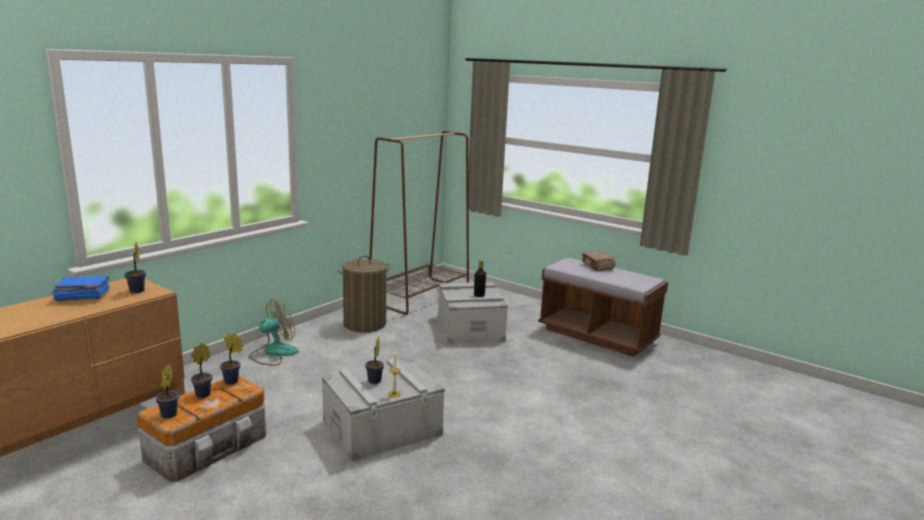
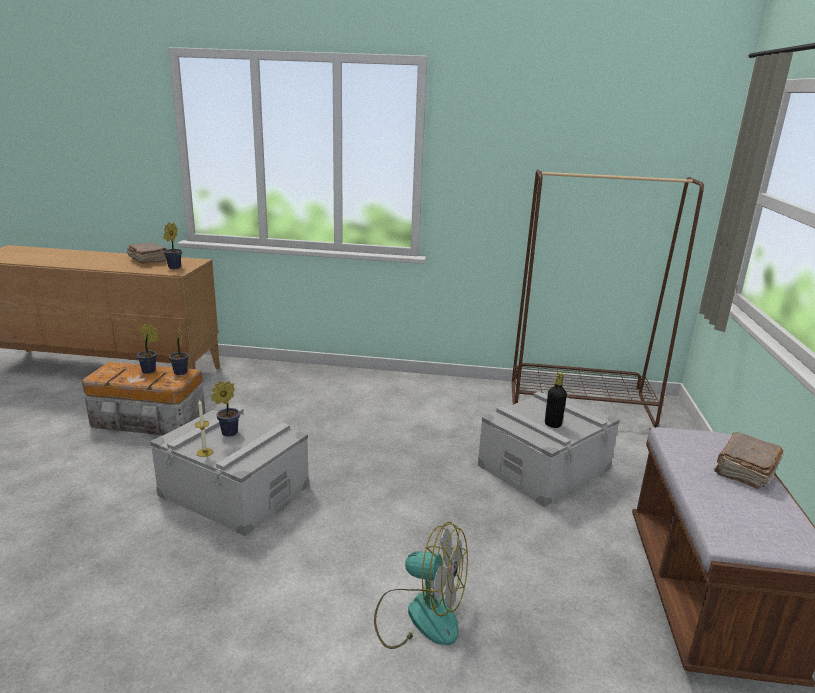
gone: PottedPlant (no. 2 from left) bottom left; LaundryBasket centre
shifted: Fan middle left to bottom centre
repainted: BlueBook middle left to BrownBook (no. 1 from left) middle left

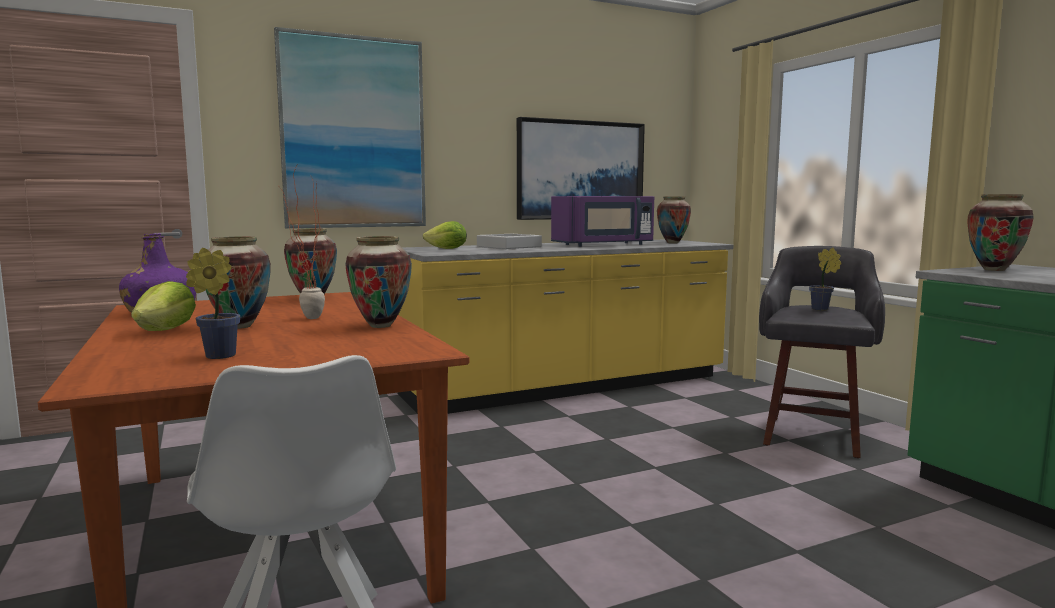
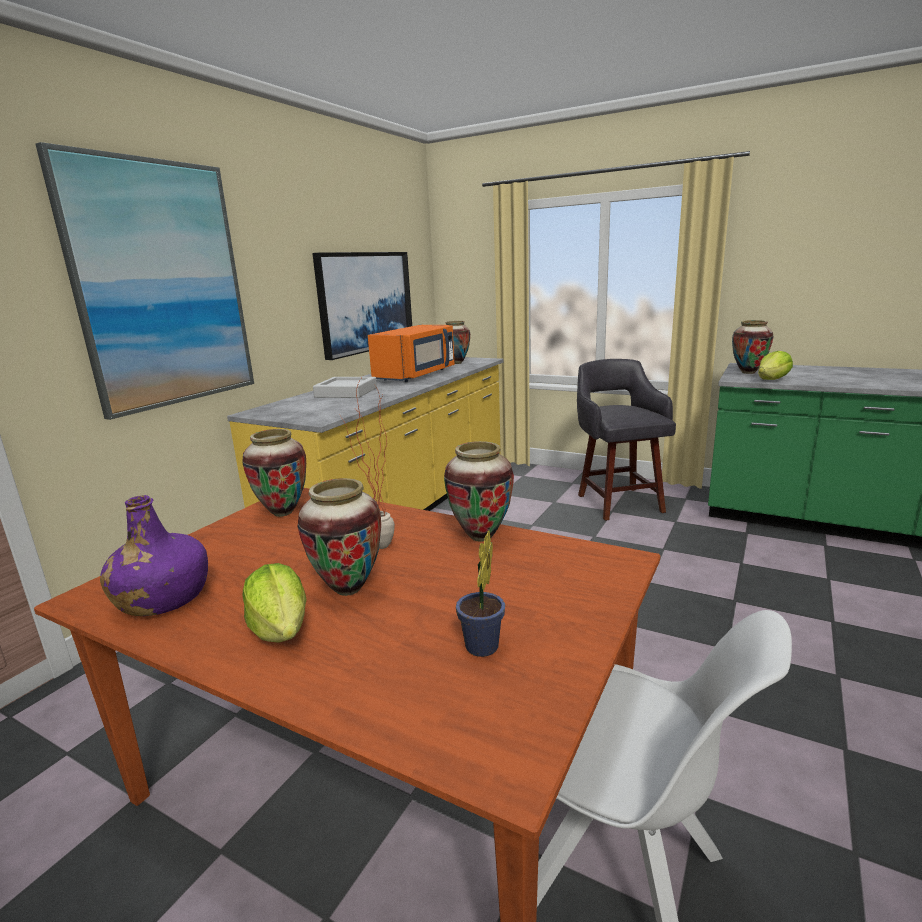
gone: PottedPlant (no. 3 from left) middle right
shifted: Lettuce (no. 2 from left) centre to middle right
repainted: PurpleMicrowave centre to OrangeMicrowave centre

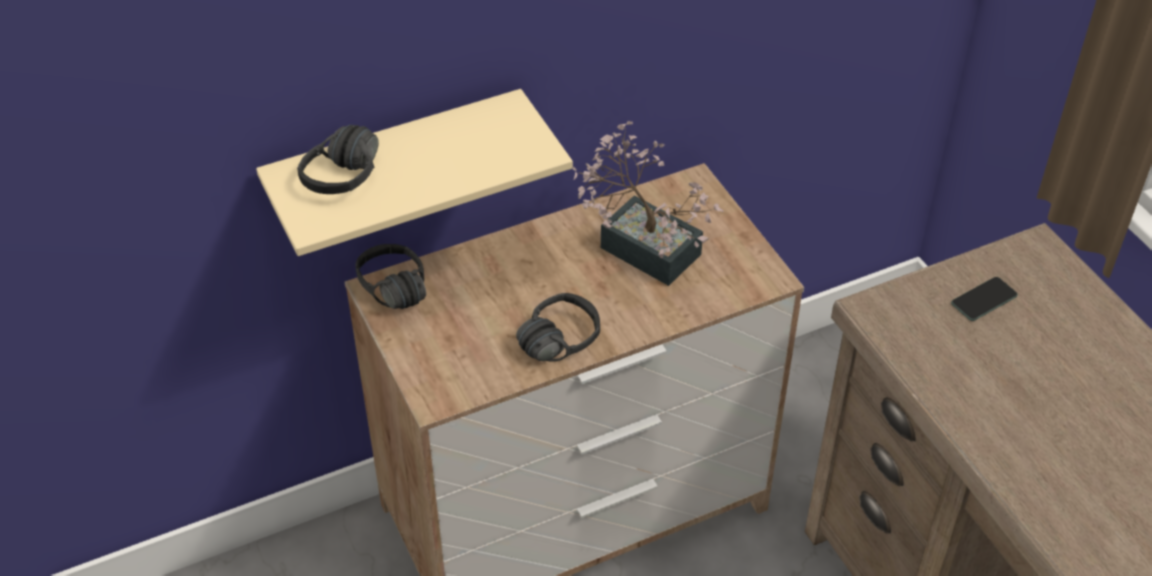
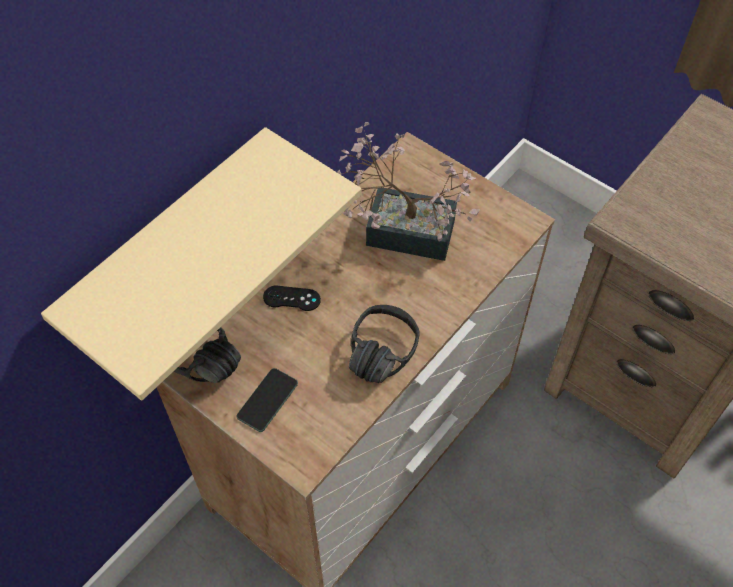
gone: BlackHeadphones (no. 1 from left) top left
new: BlackGameController centre
shifted: Phone middle right to bottom centre

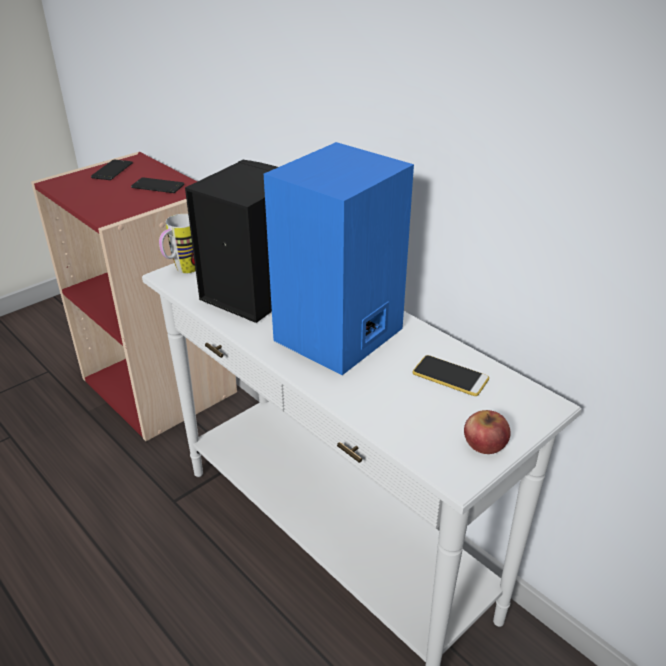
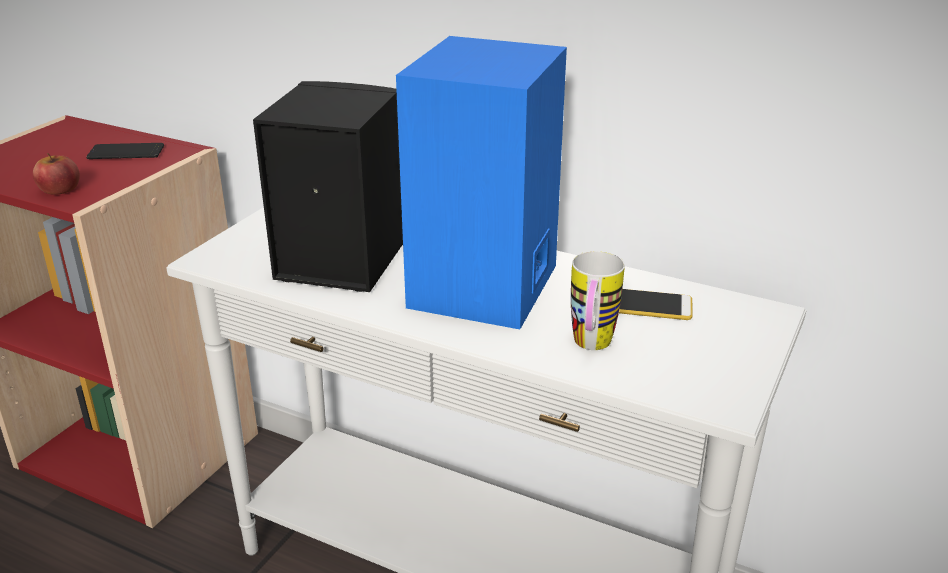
gone: Phone (no. 1 from left) top left
shifted: Apple middle right to top left; Mug middle left to centre

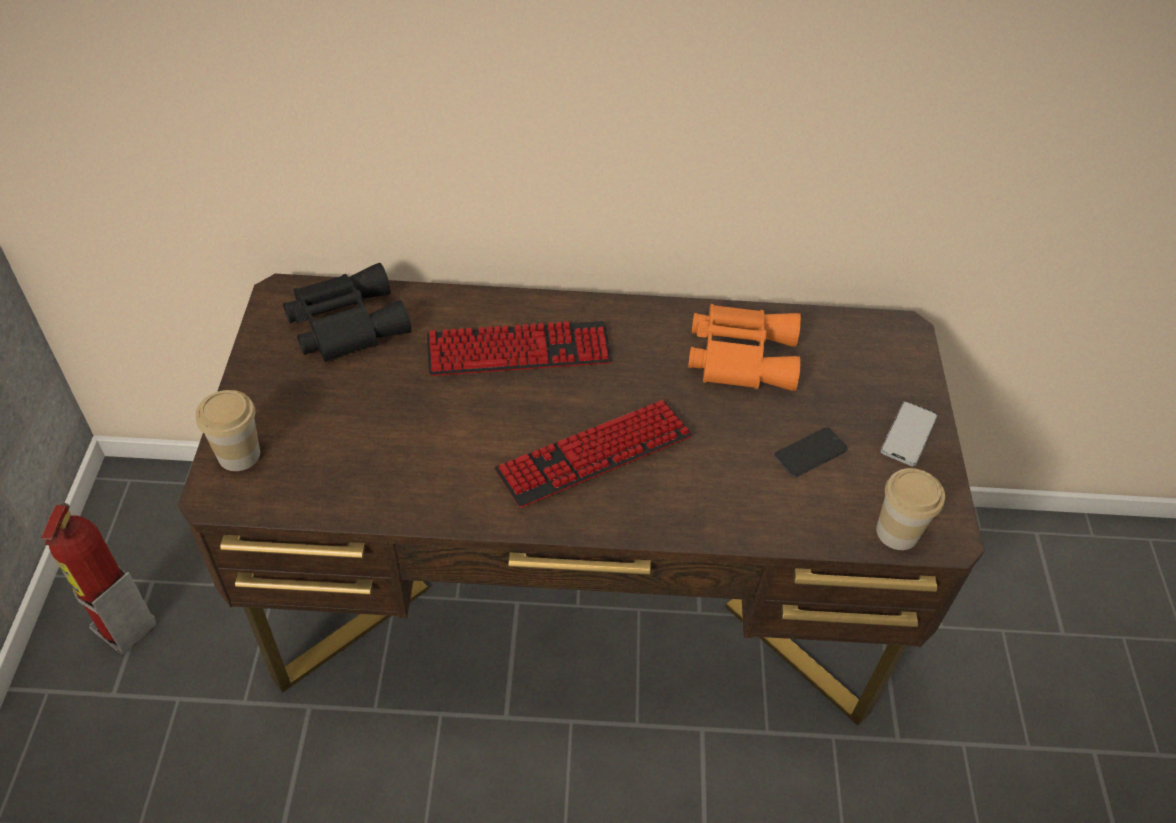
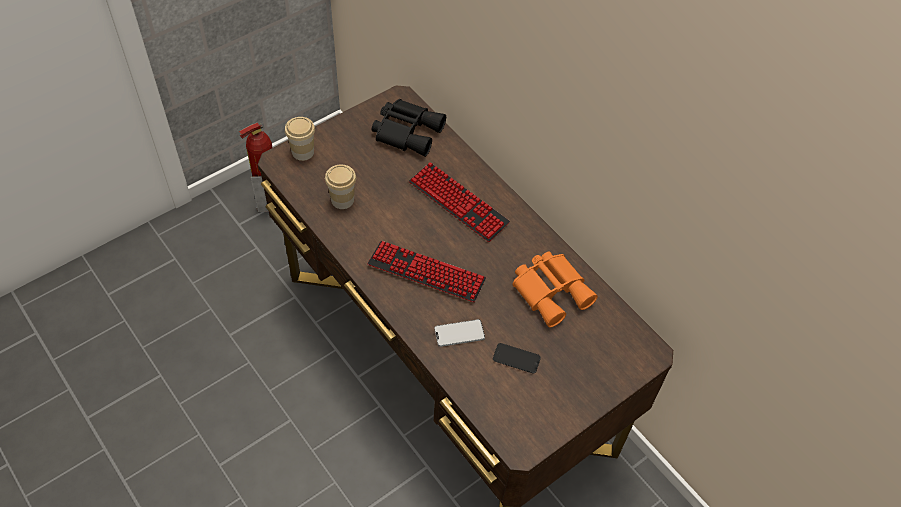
shifted: Cup (no. 2 from left) middle right to centre; Phone (no. 2 from left in the first image) middle right to Phone (no. 1 from left) centre

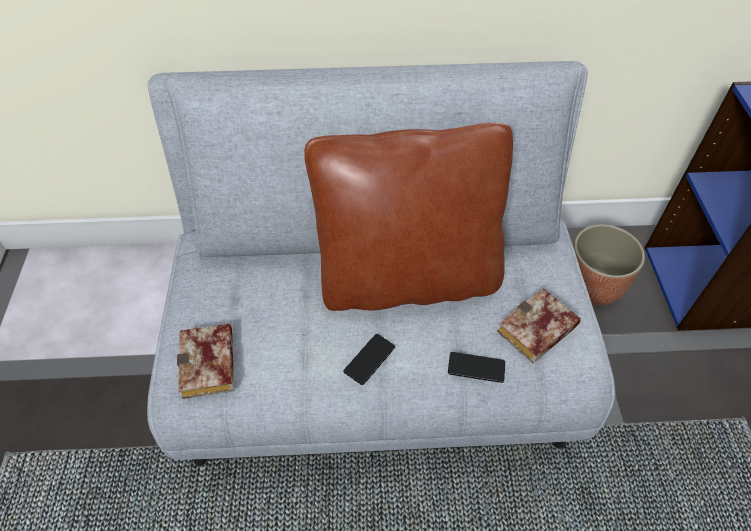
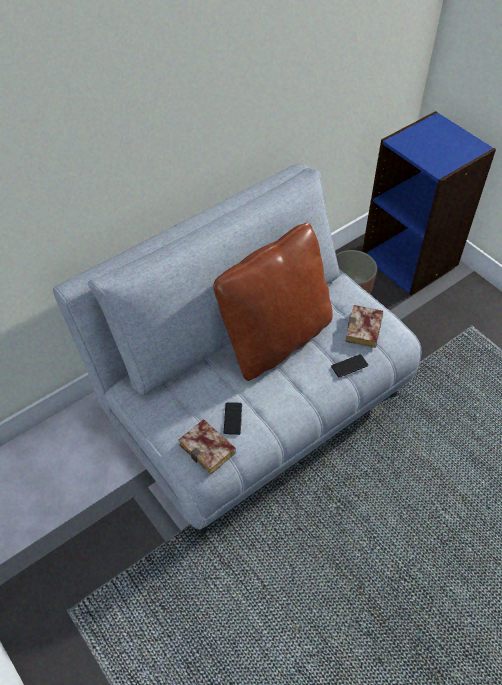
shifted: Phone (no. 1 from left) bottom centre to centre

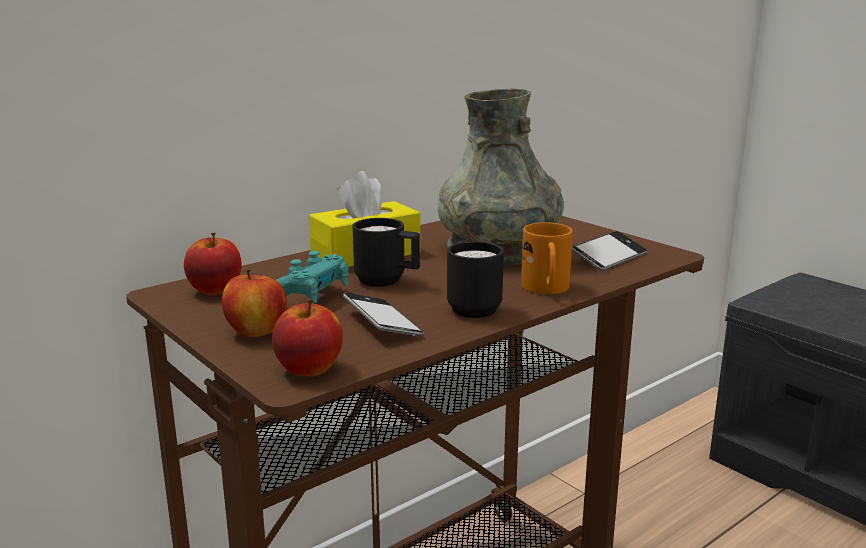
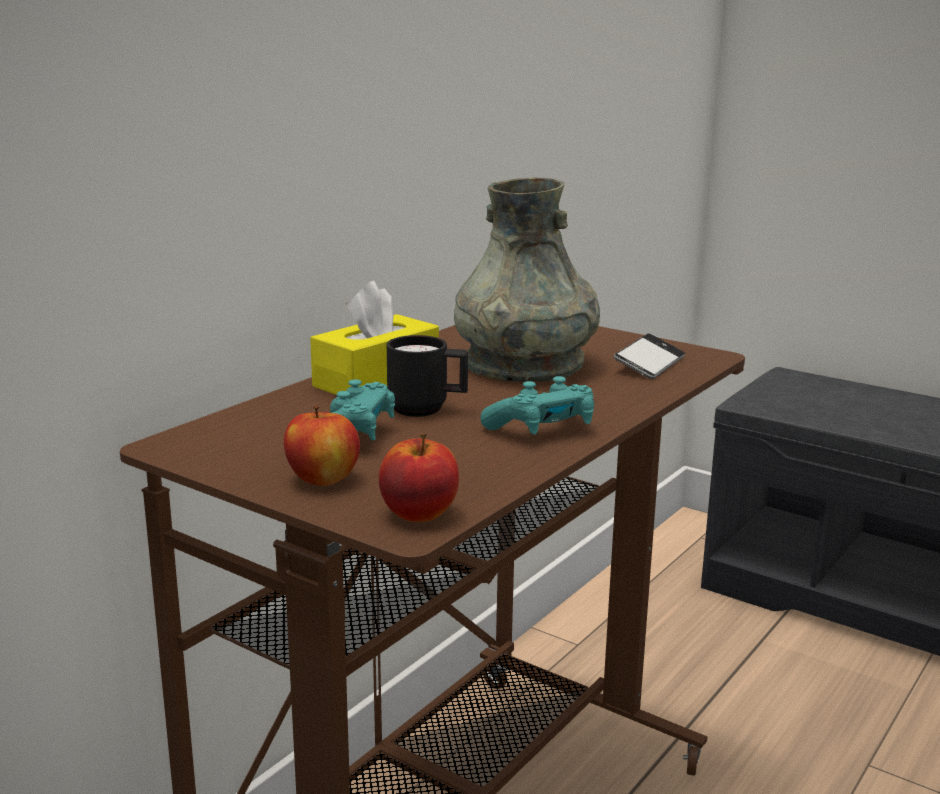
gone: Apple (no. 1 from left) middle left; Phone (no. 1 from left) centre; OrangeMug centre
swapped: BlackMug (no. 2 from left) centre to TurquoiseGameController (no. 2 from left) centre

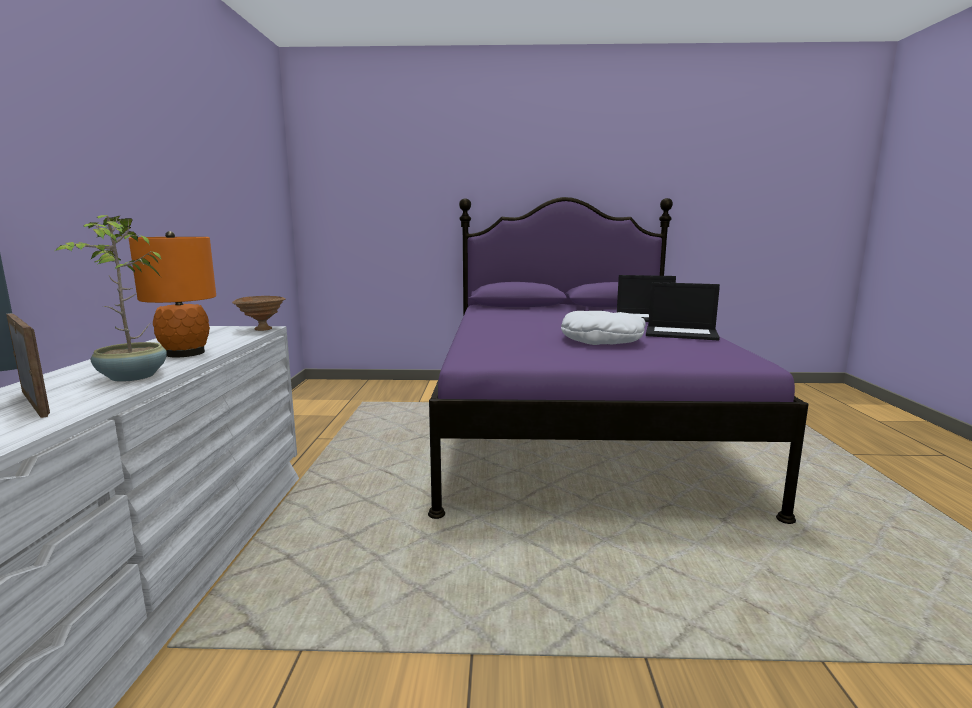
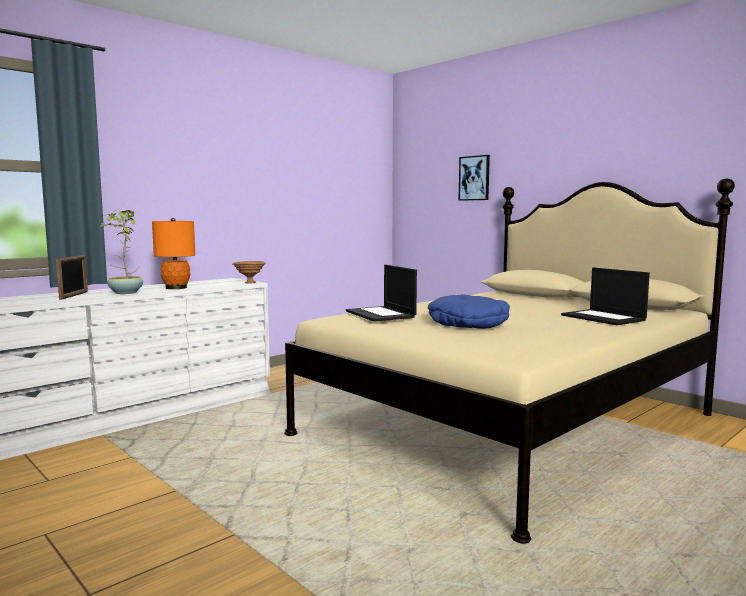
new: Picture top centre
shifted: Laptop (no. 2 from left in the first image) middle right to Laptop (no. 1 from left) centre
repainted: PurpleBed centre to BeigeBed middle right; WhitePillow centre to BluePillow centre

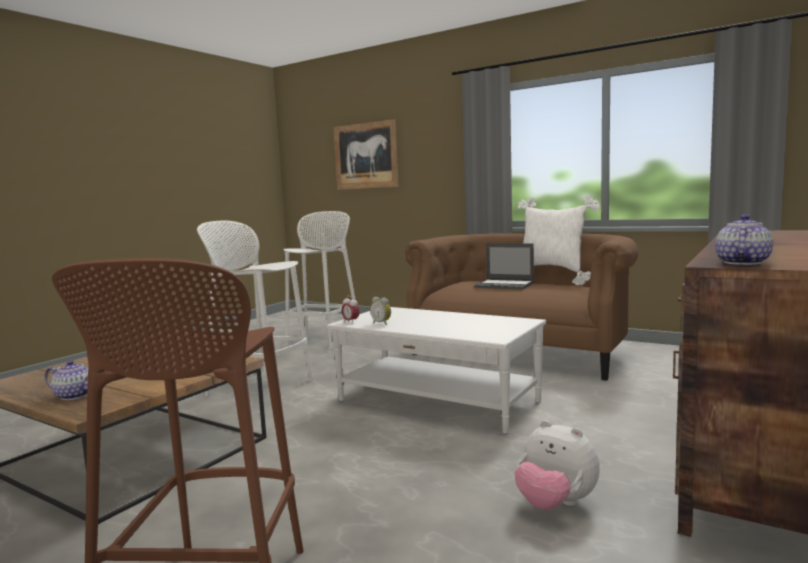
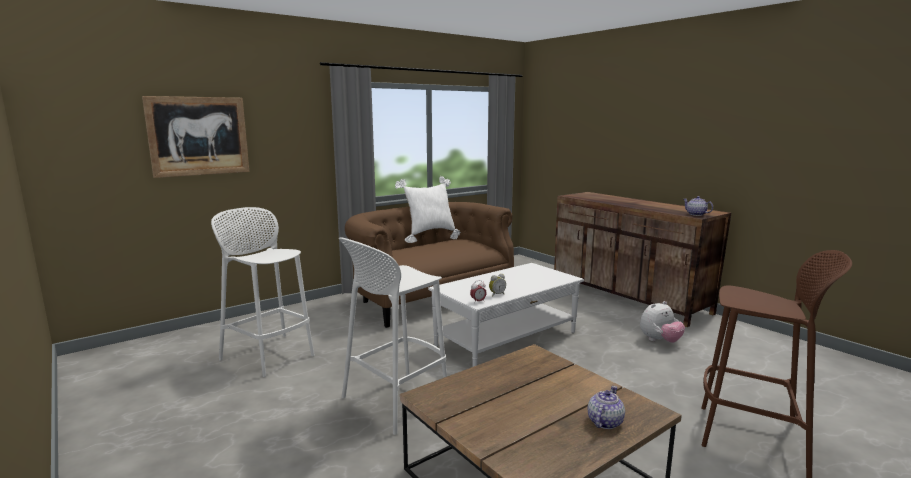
gone: Laptop centre

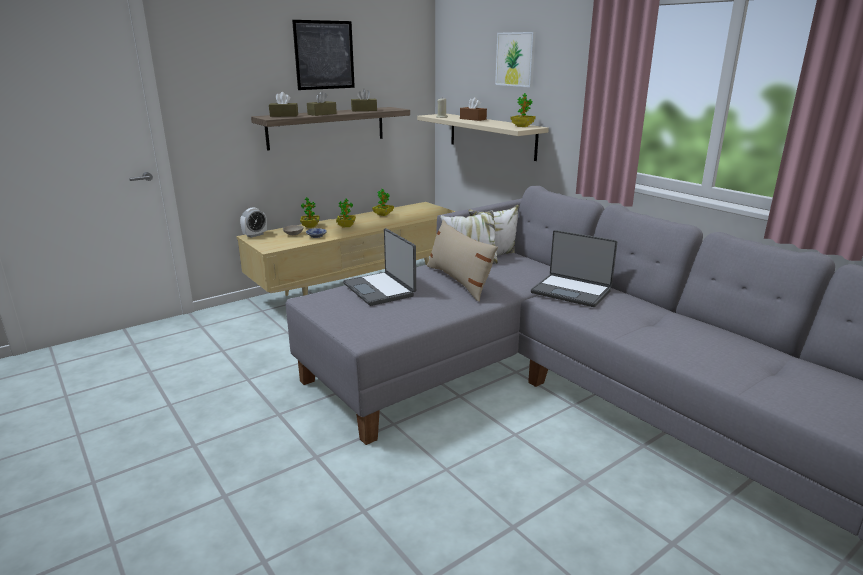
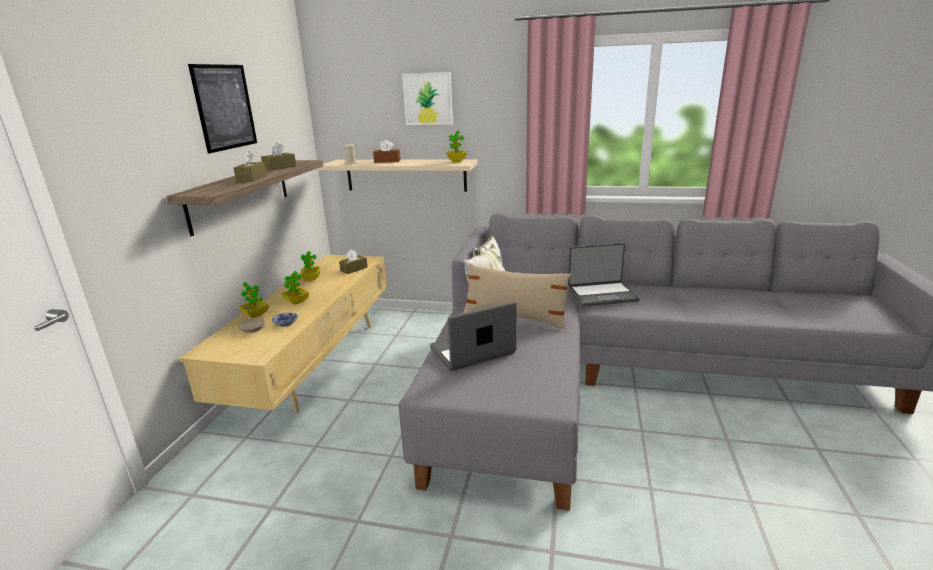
gone: AlarmClock middle left
shifted: BrownTissueBox (no. 1 from left in the first image) top left to BrownTissueBox (no. 3 from left) centre
rotated: Laptop (no. 1 from left) centre = centre 135 degrees clockwise

